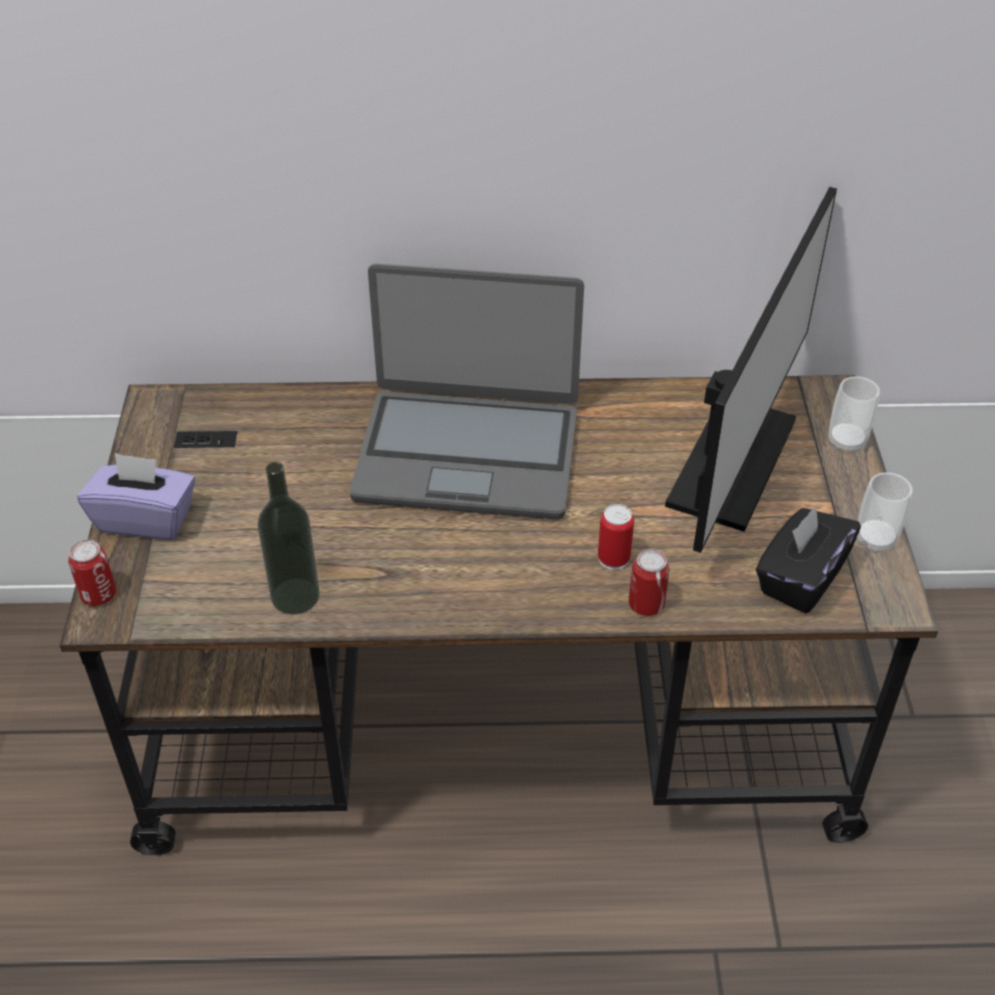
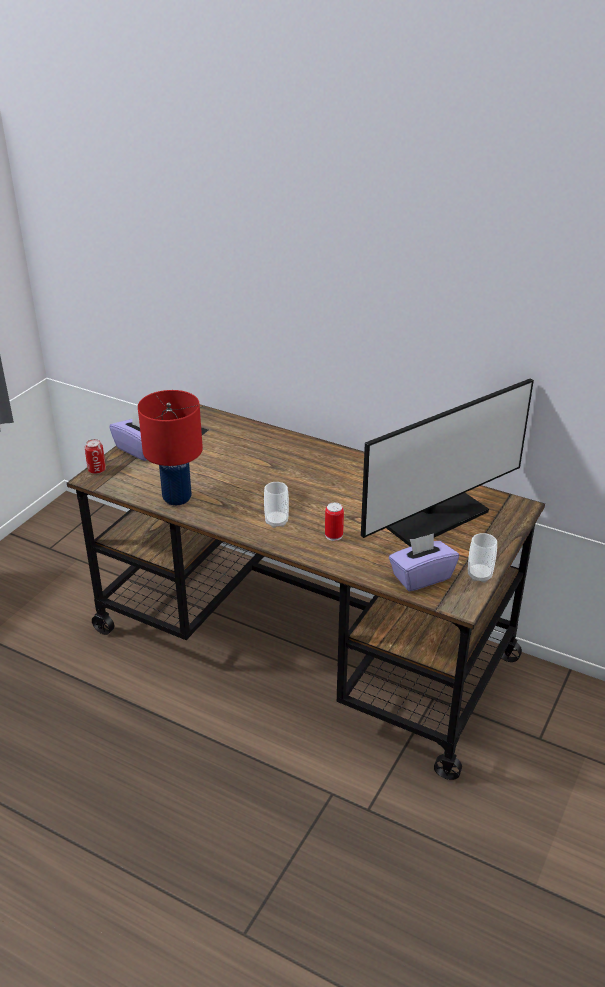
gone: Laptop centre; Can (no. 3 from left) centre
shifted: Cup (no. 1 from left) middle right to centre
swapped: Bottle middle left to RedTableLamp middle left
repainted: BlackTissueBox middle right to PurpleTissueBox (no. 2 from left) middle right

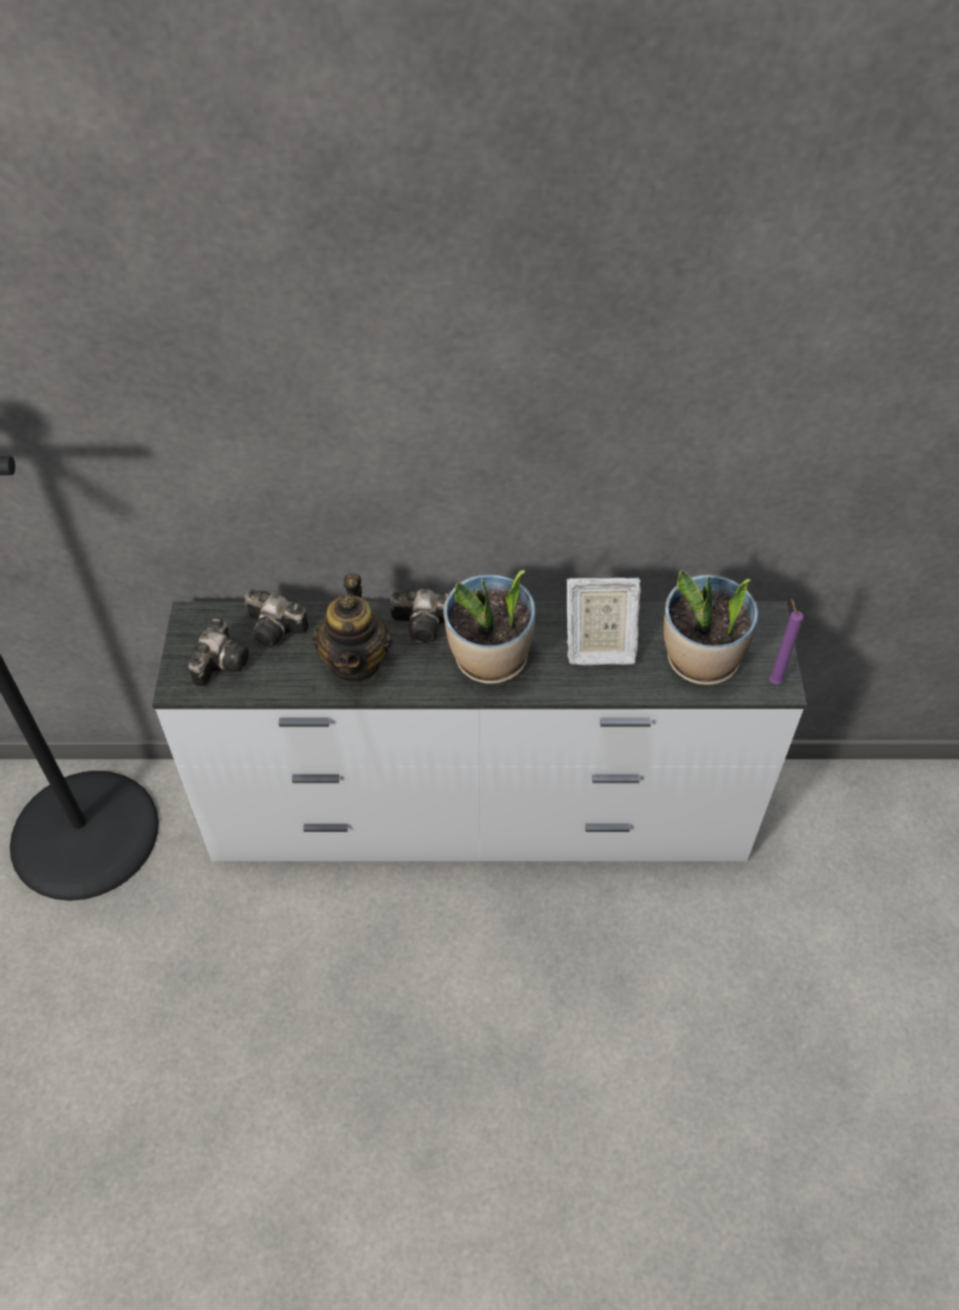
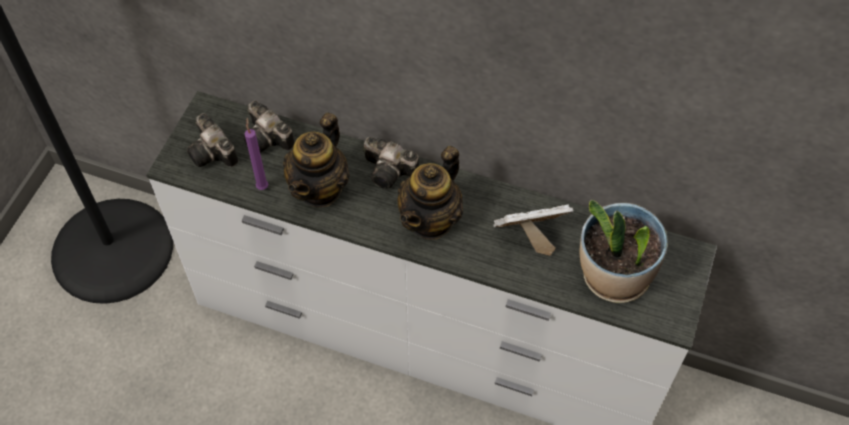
shifted: PurpleCandle middle right to middle left
swapped: PottedPlant (no. 1 from left) centre to Teapot (no. 2 from left) centre
rotated: PhotoCamera (no. 1 from left) middle left = top left 105 degrees clockwise; PictureFrame centre = centre 150 degrees clockwise

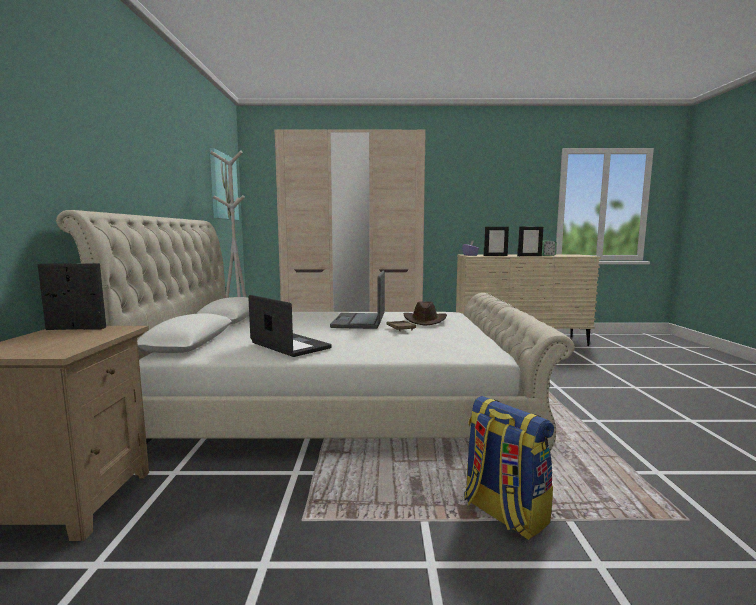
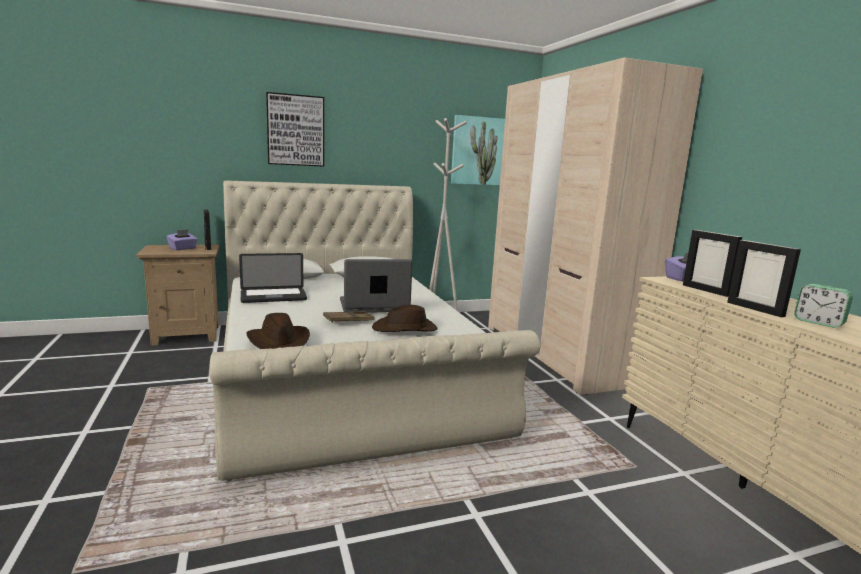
gone: Backpack bottom right
new: PurpleTissueBox (no. 1 from left) middle left; BrownHat (no. 1 from left) middle left; Picture (no. 1 from left) top centre
rotated: Laptop (no. 1 from left) centre = middle left 45 degrees clockwise

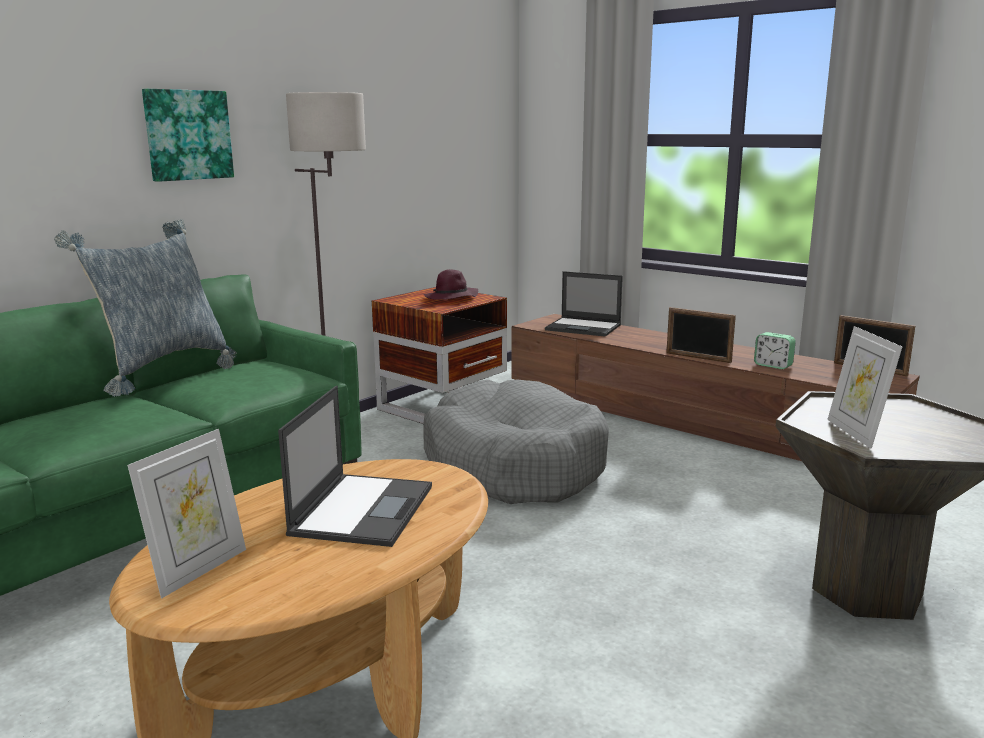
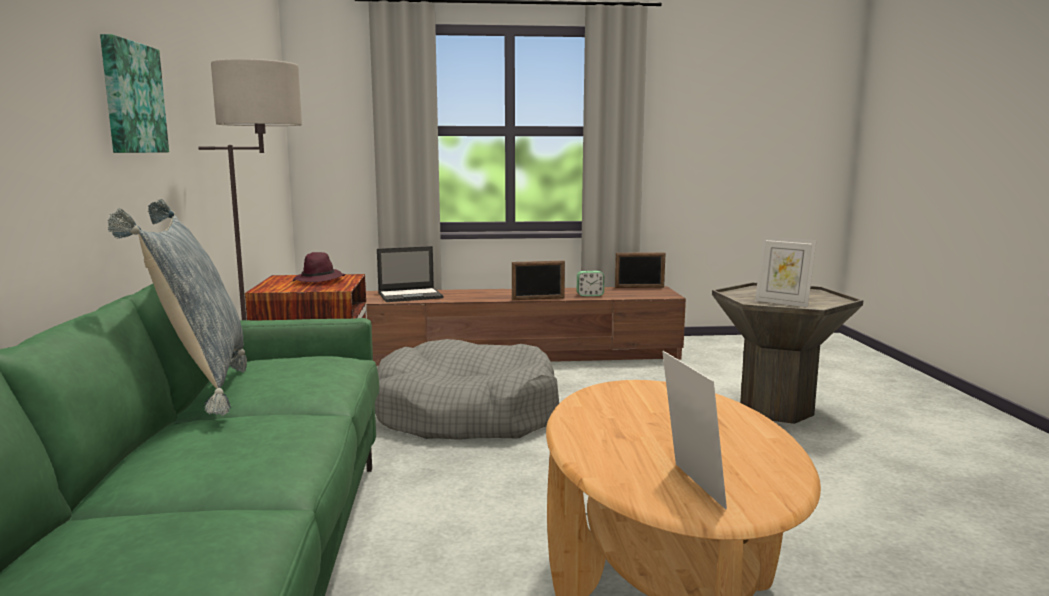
gone: Laptop (no. 1 from left) centre

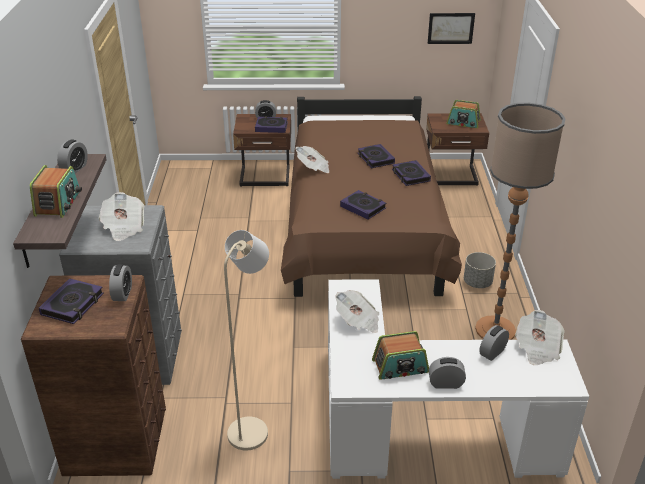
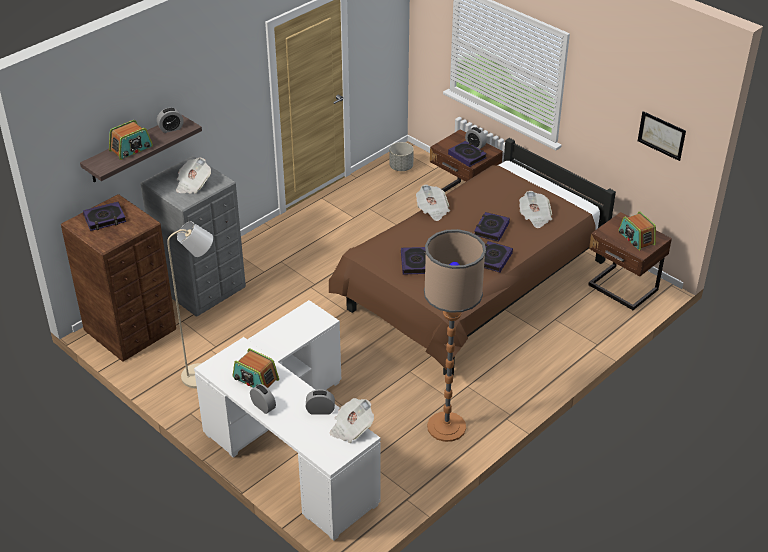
gone: AlarmClock (no. 2 from left) middle left
shifted: GreyPlanter middle right to top centre; Newspaper (no. 3 from left in the first image) centre to Newspaper (no. 4 from left) middle right

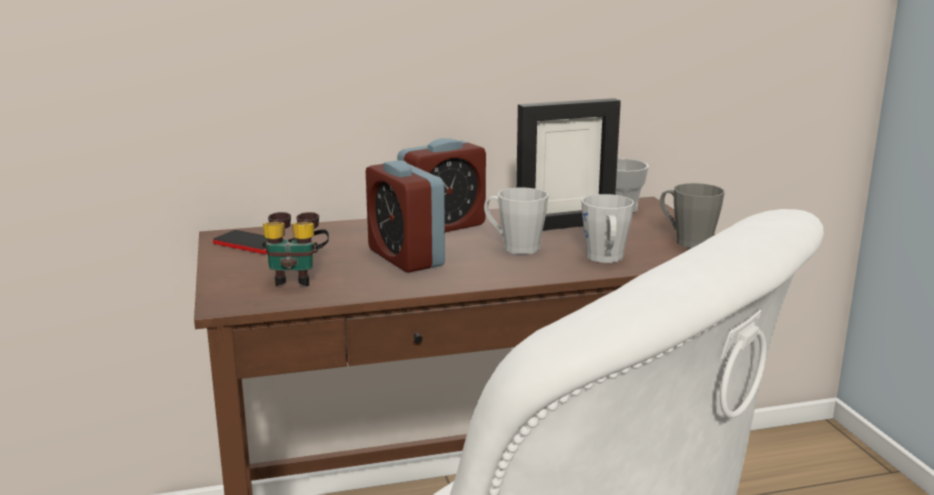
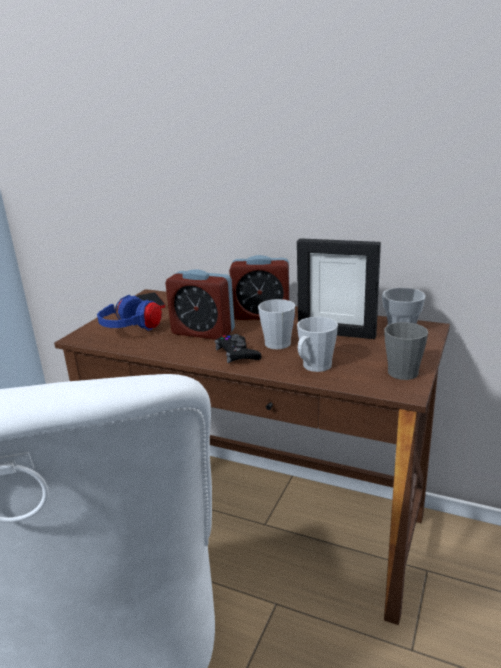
new: BlackGameController centre
swapped: Binoculars middle left to BlueHeadphones middle left
rotated: AlarmClock (no. 1 from left) centre = centre 75 degrees counterclockwise

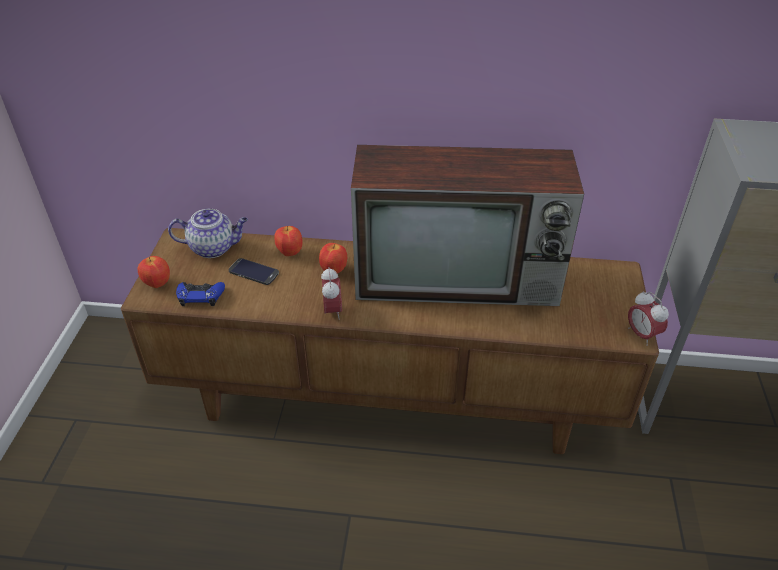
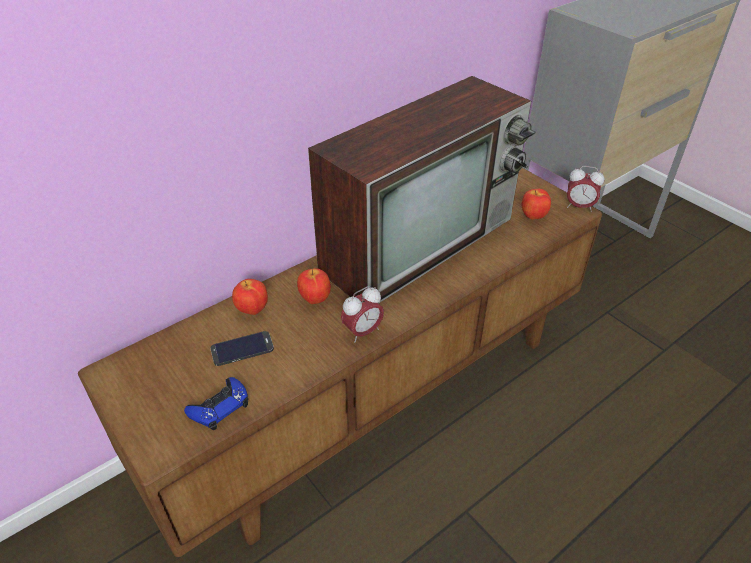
gone: Teapot middle left
shifted: Apple (no. 1 from left in the first image) middle left to Apple (no. 3 from left) middle right
rotated: AlarmClock (no. 1 from left) centre = centre 105 degrees clockwise

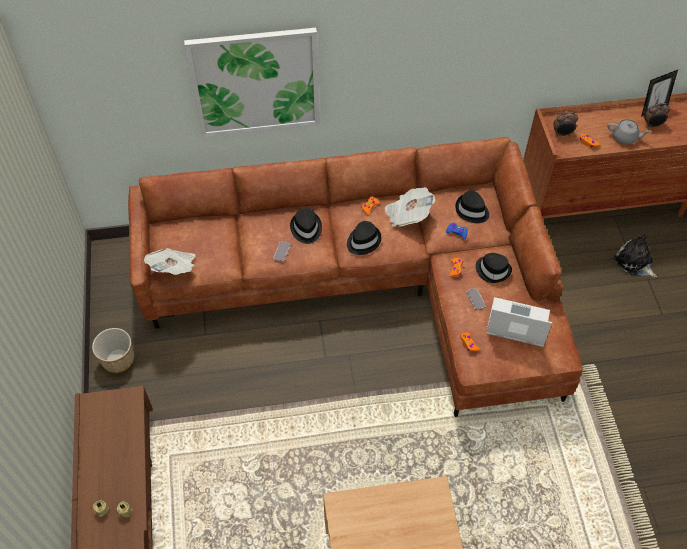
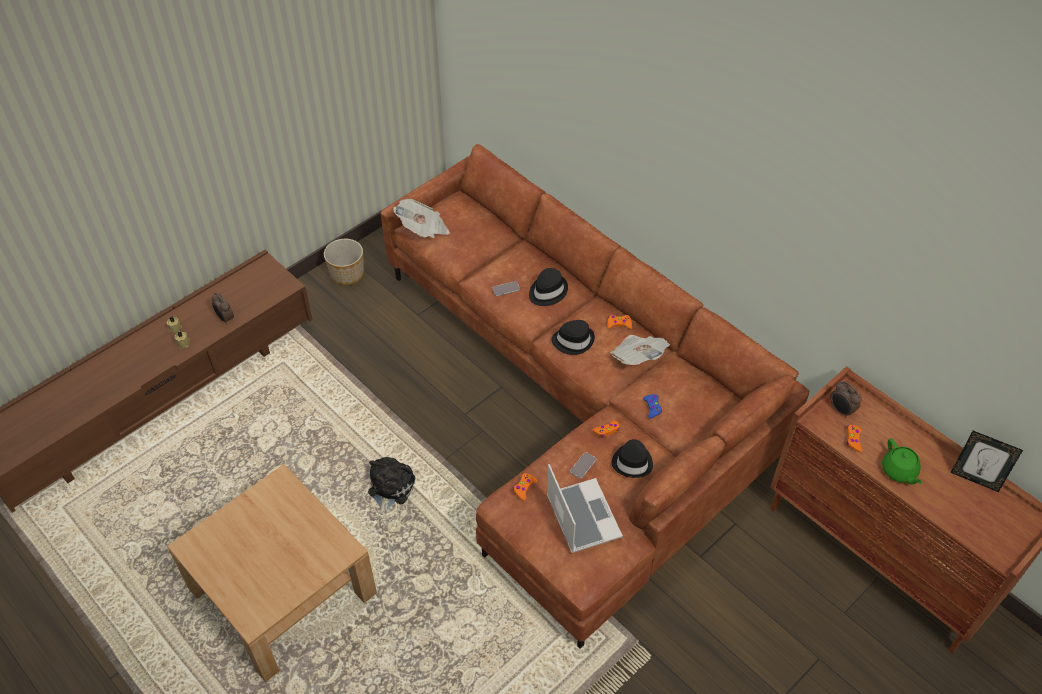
gone: Picture top centre; BlackHat (no. 3 from left) middle right
shifted: AlarmClock (no. 2 from left in the first image) top right to AlarmClock (no. 1 from left) middle left; PlushToy middle right to bottom centre
repainted: GreyTeapot top right to GreenTeapot middle right

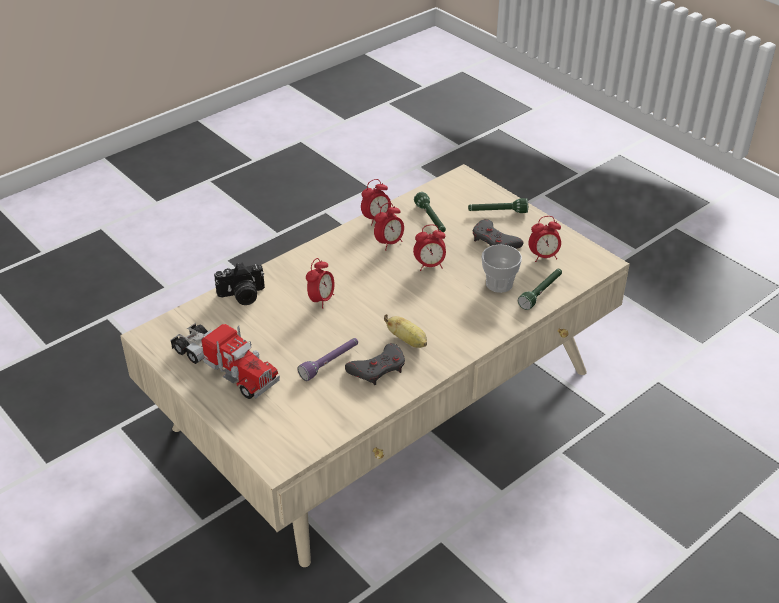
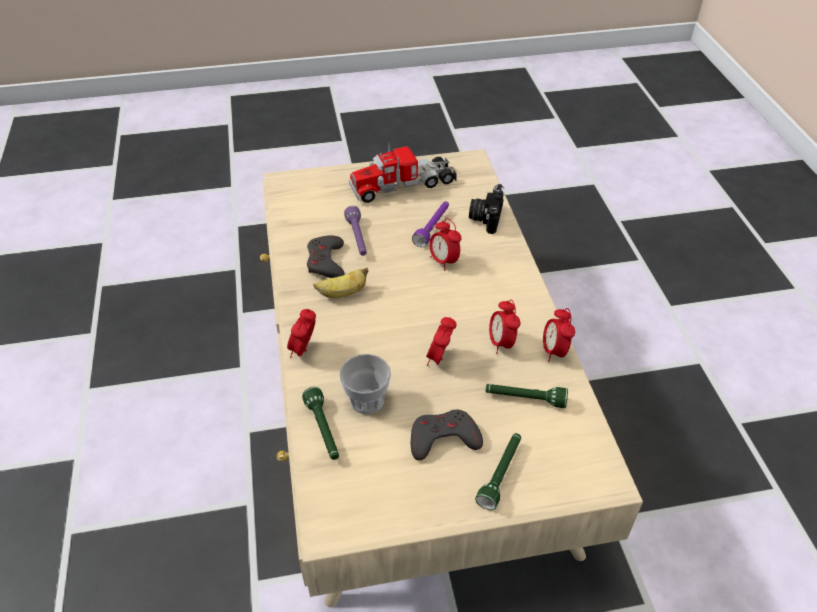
new: PurpleFlashlight (no. 2 from left) centre
shifted: AlarmClock (no. 5 from left in the first image) middle right to AlarmClock (no. 1 from left) centre

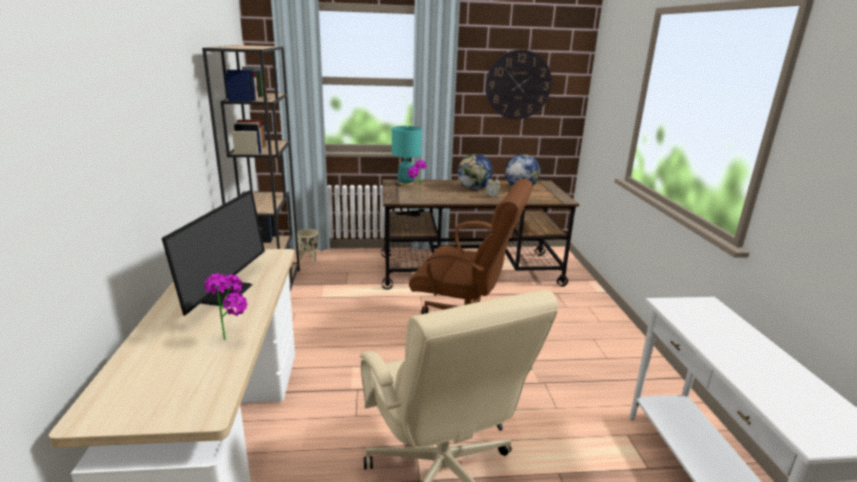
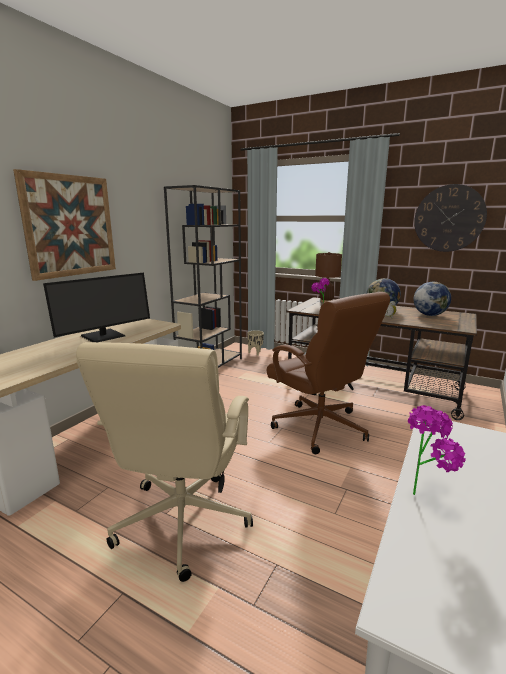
new: Picture middle left
shifted: PottedPlant (no. 1 from left in the first image) middle left to PottedPlant (no. 2 from left) bottom right
repainted: TurquoiseTableLamp top centre to BrownTableLamp centre

